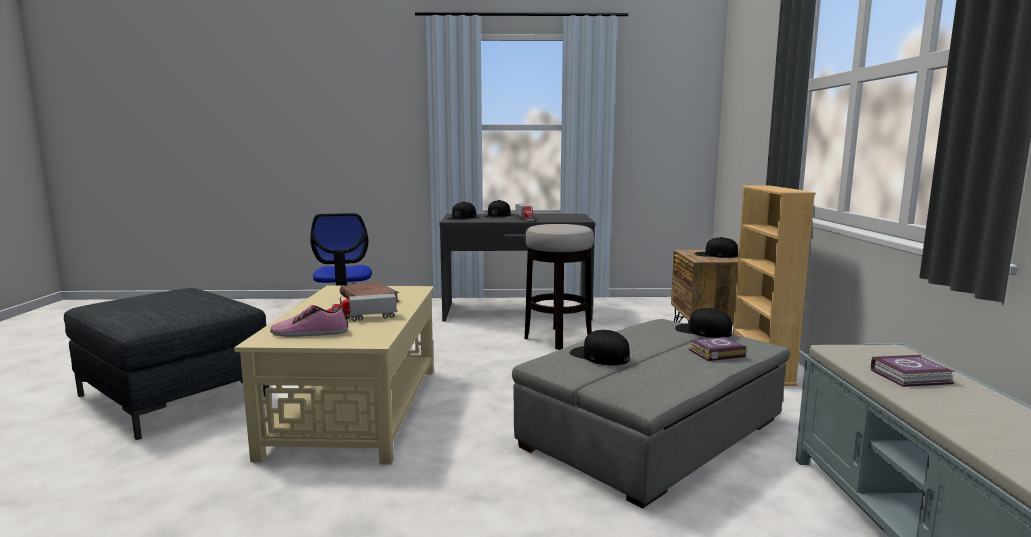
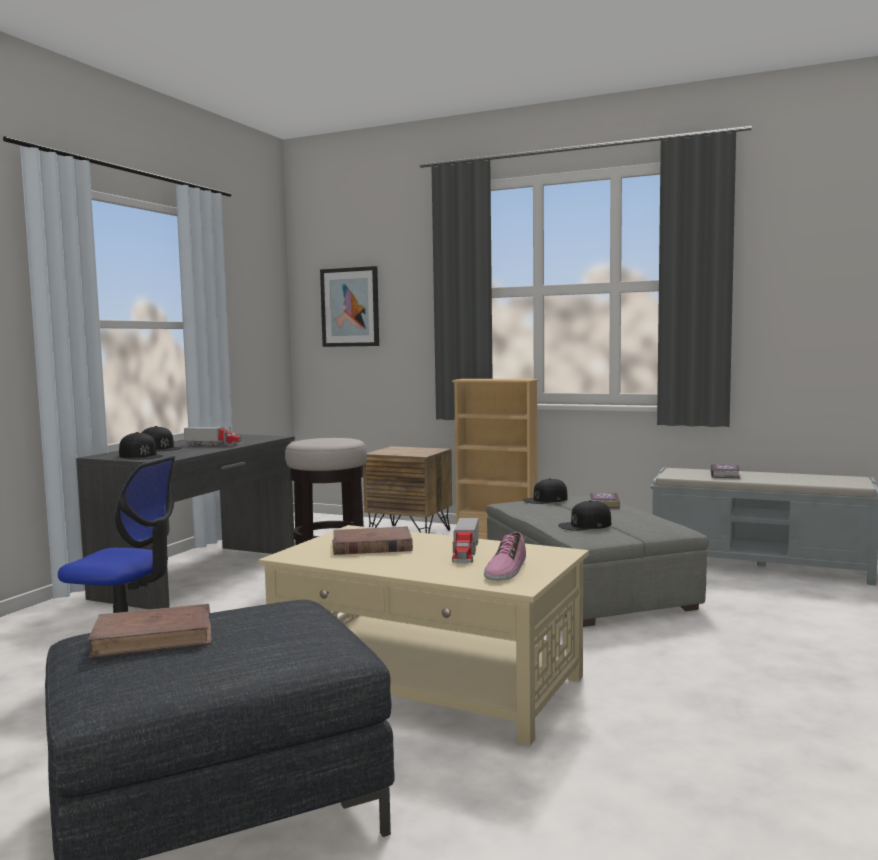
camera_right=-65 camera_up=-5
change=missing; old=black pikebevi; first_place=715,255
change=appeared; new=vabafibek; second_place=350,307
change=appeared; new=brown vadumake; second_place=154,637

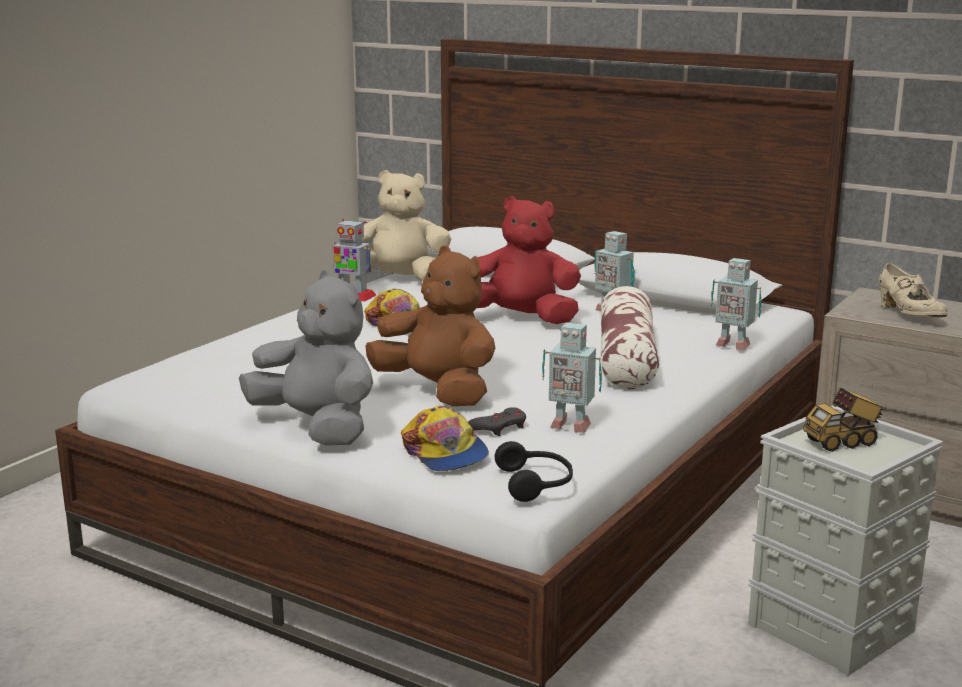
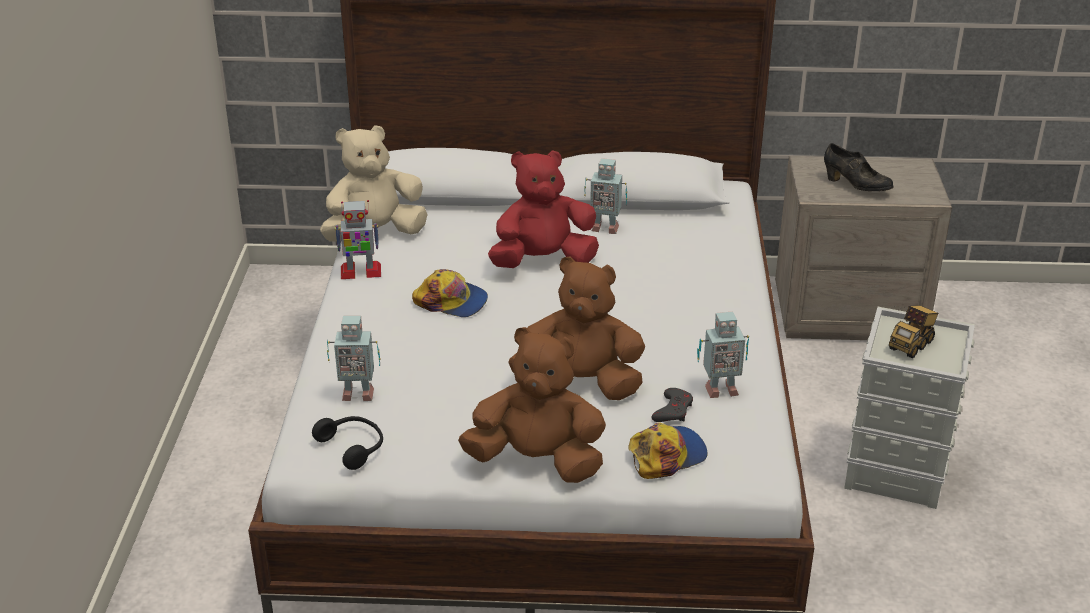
camera_right=-30 camera_up=15
change=relocated; old=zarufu; first_place=732,344; second_place=357,393
change=colour; old=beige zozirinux; new=black zozirinux; first_place=909,315; second_place=855,186
change=colour; old=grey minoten; new=brown minoten; first_place=317,428; second_place=537,461
change=missing; old=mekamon; first_place=626,358
change=spun; old=pikebevi; first_place=445,453; second_place=666,455; degrees=-60
change=relocated; old=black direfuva; first_place=536,483; second_place=353,447

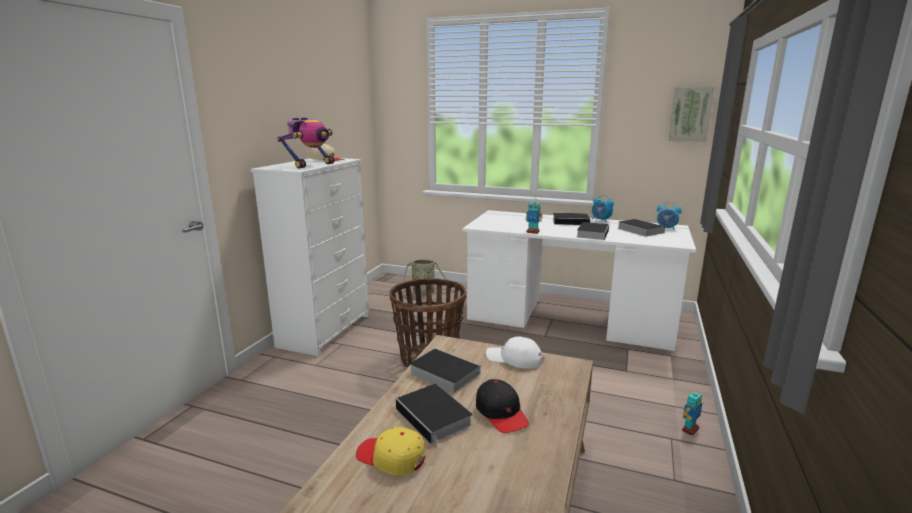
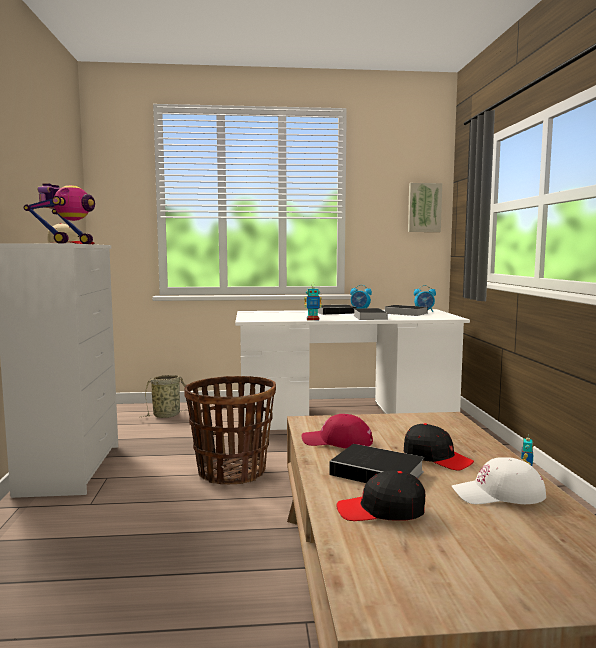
camera_right=-25 camera_up=-10
change=relocated; old=white pikebevi; first_place=514,358; second_place=498,494
change=exchanged; old=vadumake; new=red pikebevi; first_place=442,373; second_place=337,442
change=colour; old=yellow pikebevi; new=black pikebevi; first_place=391,457; second_place=381,510

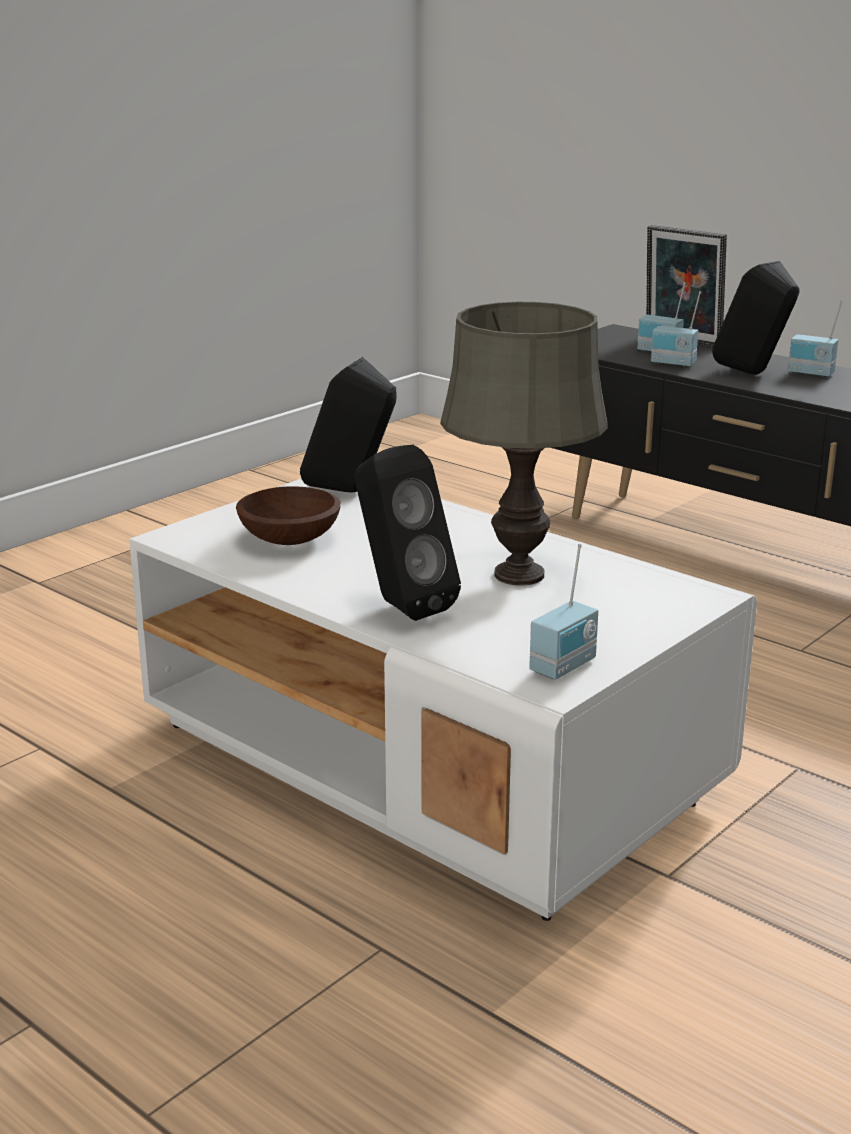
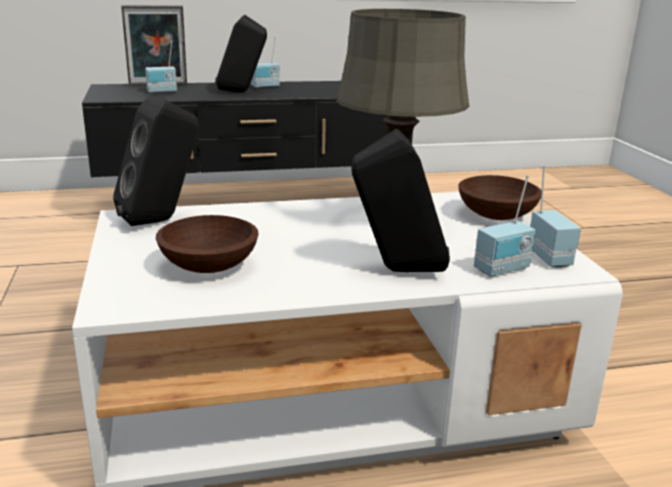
camera_right=-55 camera_up=0
change=relocated; old=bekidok; first_place=672,364; second_place=503,270
change=appeared; new=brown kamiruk; second_place=497,216

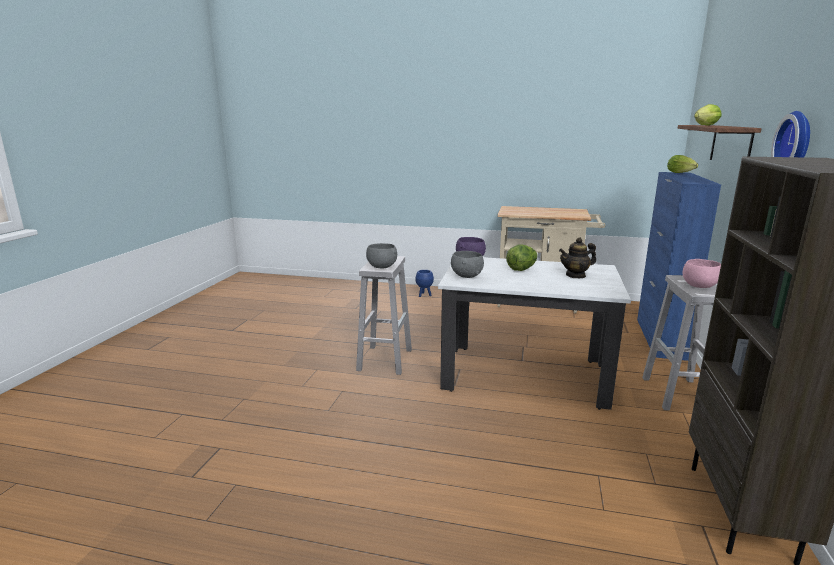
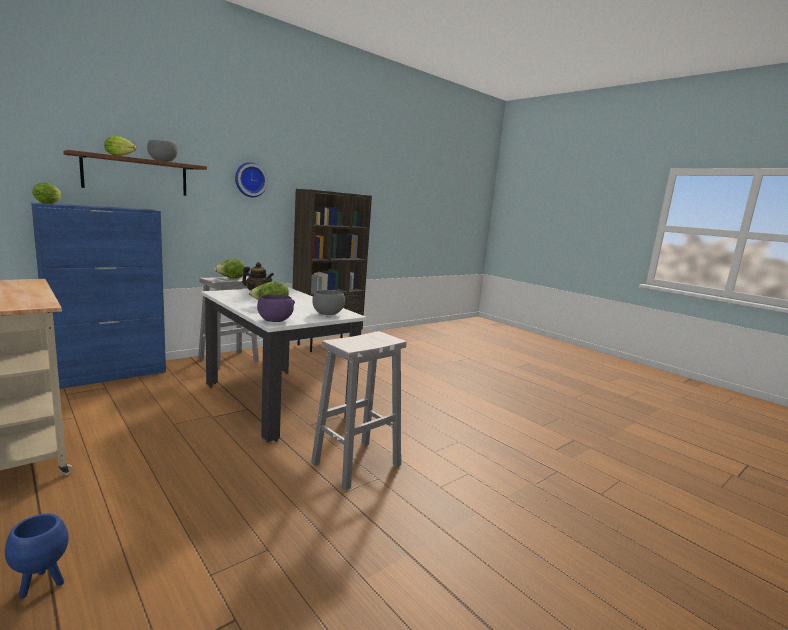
camera_right=-145 camera_up=-5
change=relocated; old=grey kamiruk; first_place=381,267; second_place=162,161
change=exchanged; old=pink kamiruk; new=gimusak; first_place=699,286; second_place=230,278

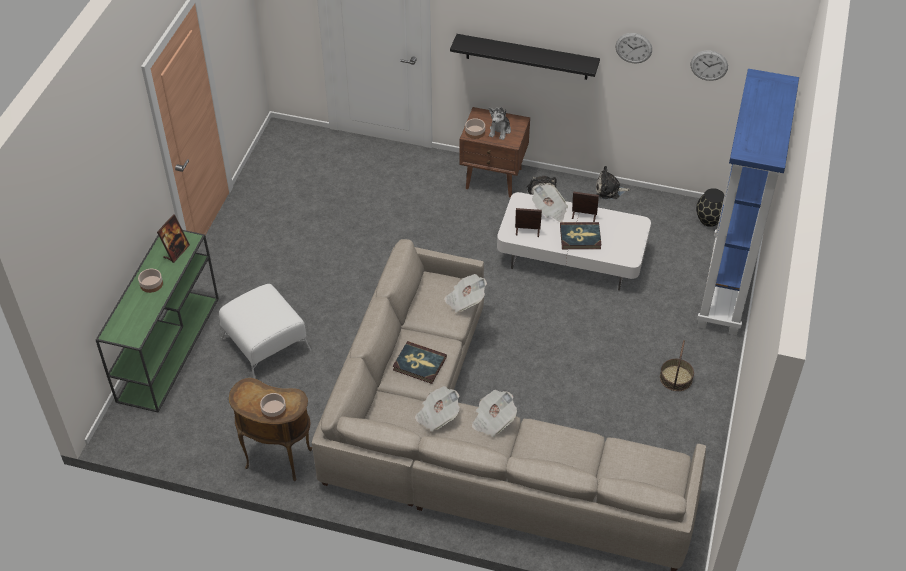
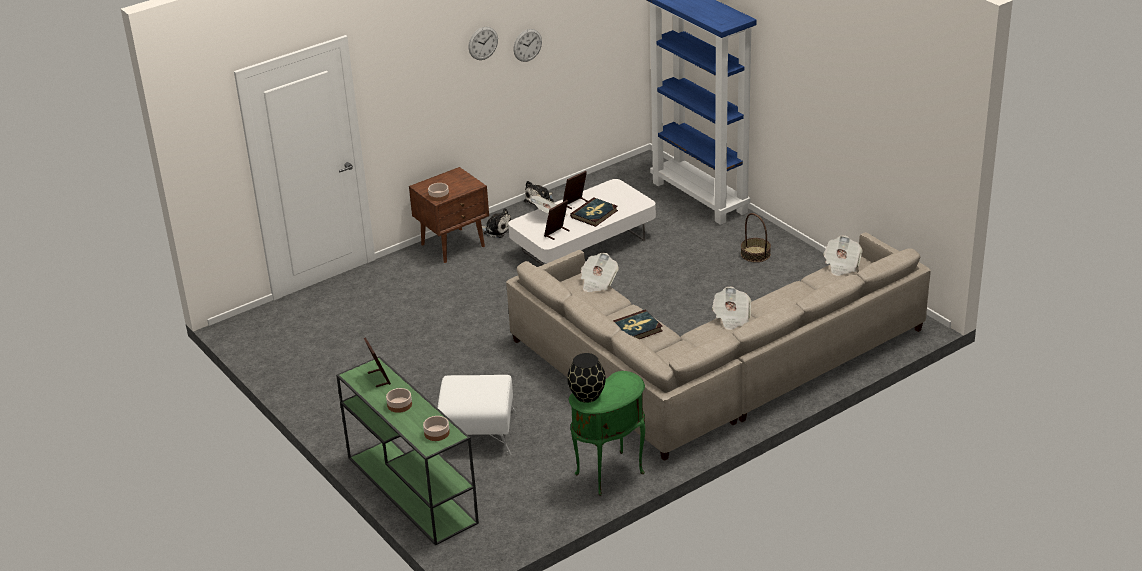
camera_right=-50 camera_up=-15
change=missing; old=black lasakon; first_place=527,57
change=relocated; old=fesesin; first_place=709,65; second_place=483,43
change=missing; old=minoten; first_place=500,131
change=relocated; old=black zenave; first_place=709,220; second_place=587,395
change=colour; old=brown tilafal; new=green tilafal; first_place=277,460; second_place=611,475
change=relocated; old=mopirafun; first_place=437,416; second_place=841,265
change=relocated; old=kamiruk; first_place=274,410; second_place=437,433

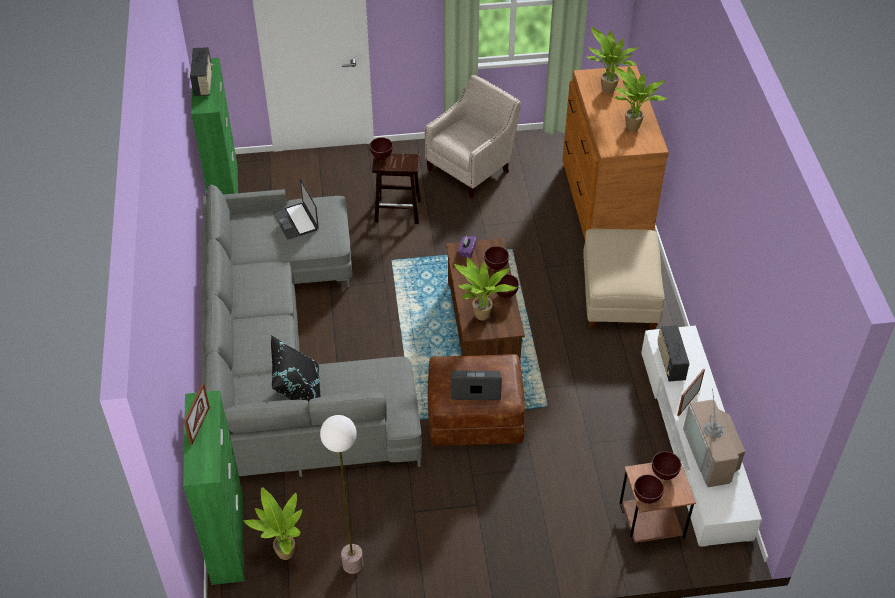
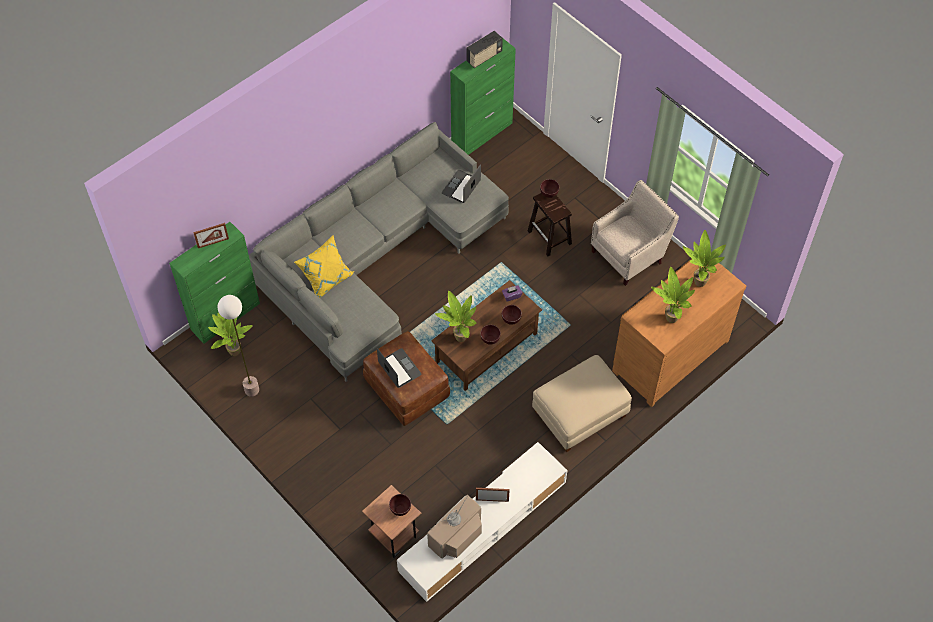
camera_right=55 camera_up=10
change=spun; old=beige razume; first_place=472,168; second_place=630,254; degrees=-45
change=missing; old=bekidok; first_place=670,362
change=colour; old=black mekamon; new=yellow mekamon; first_place=298,392; second_place=326,279
change=missing; old=brown kamiruk; first_place=646,499

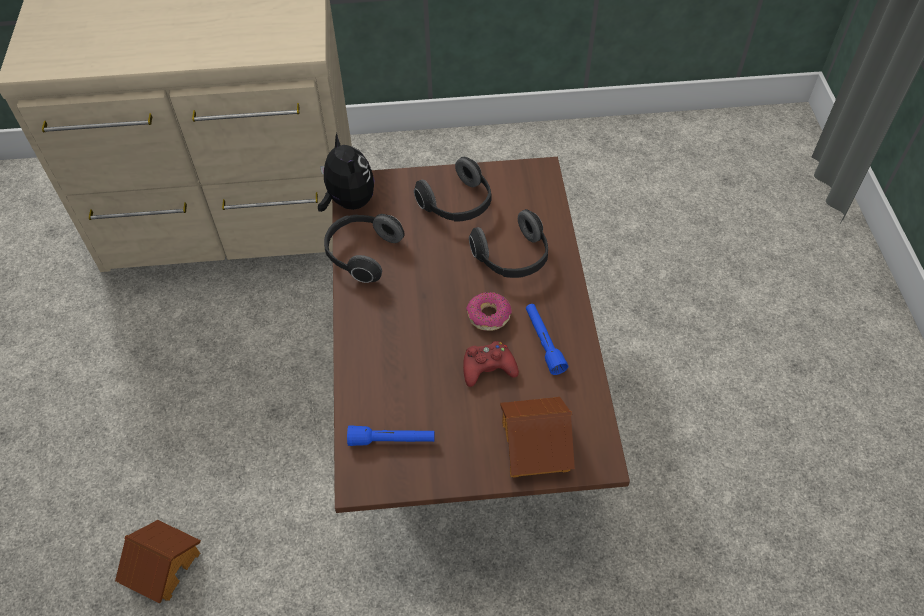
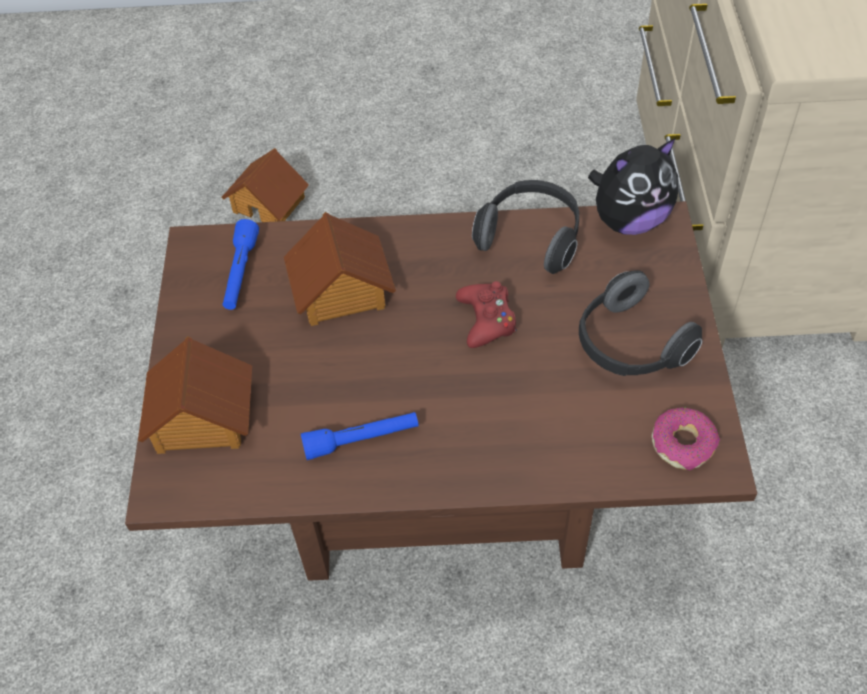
camera_right=95 camera_up=0
change=missing; old=direfuva; first_place=512,258
change=relocated; old=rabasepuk; first_place=488,316; second_place=683,444
change=relocated; old=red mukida; first_place=488,367; second_place=487,320
change=appeared; new=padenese; second_place=341,291

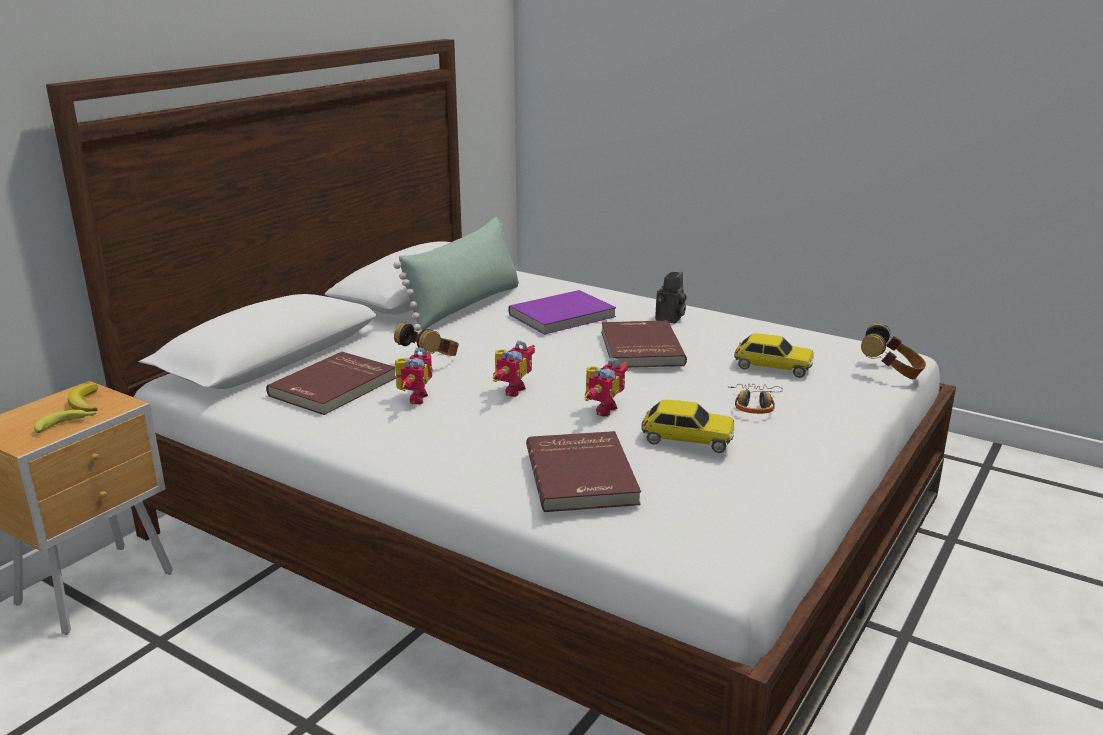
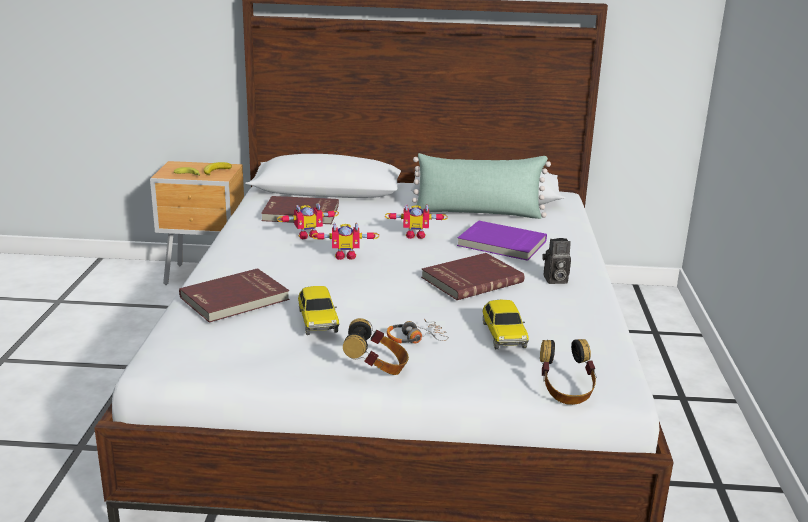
camera_right=60 camera_up=0
change=relocated; old=direfuva; first_place=431,362; second_place=377,369
change=relocated; old=zarufu; first_place=601,409; second_place=415,235

